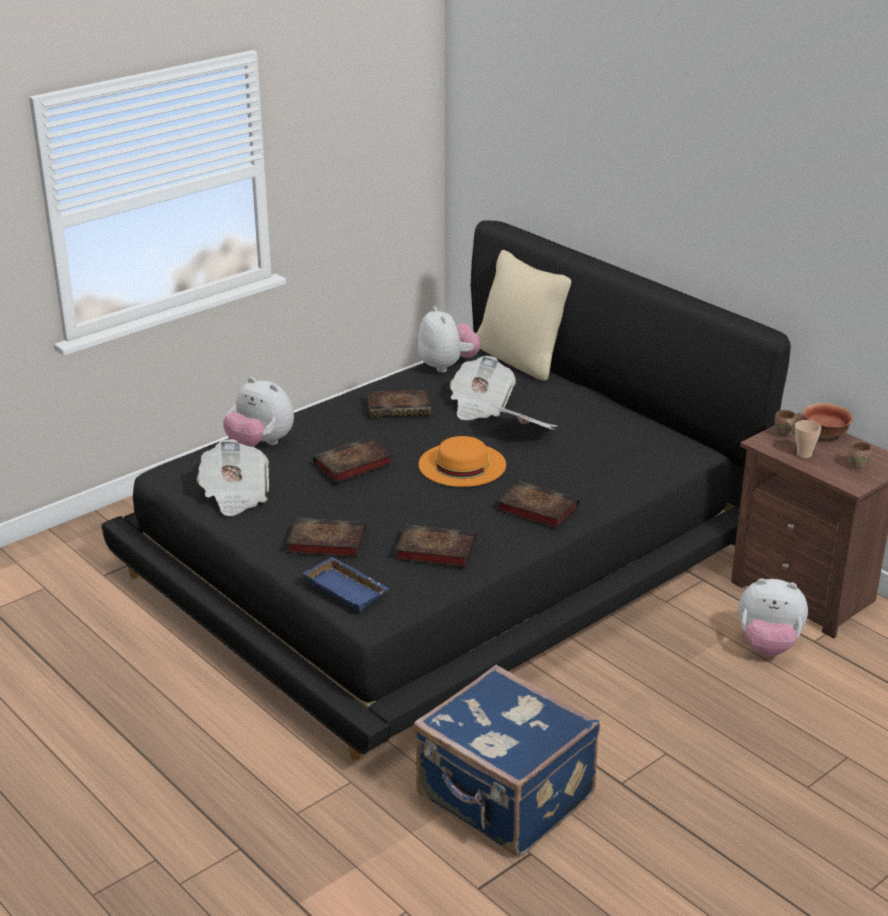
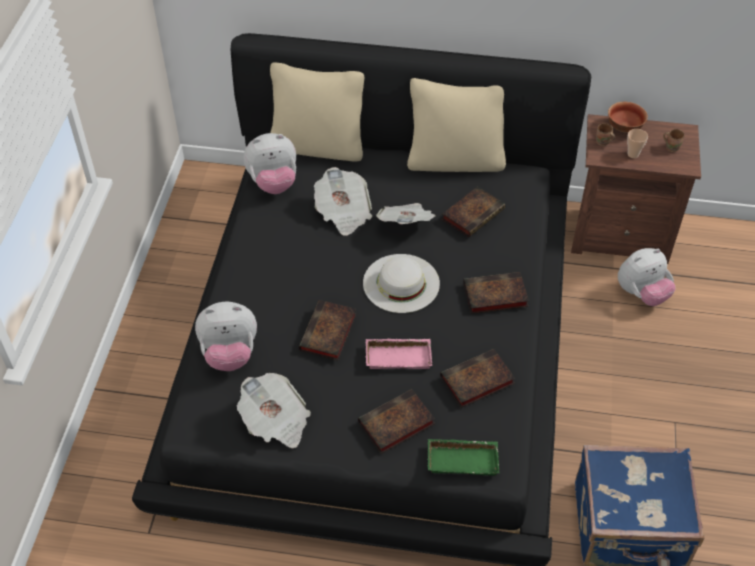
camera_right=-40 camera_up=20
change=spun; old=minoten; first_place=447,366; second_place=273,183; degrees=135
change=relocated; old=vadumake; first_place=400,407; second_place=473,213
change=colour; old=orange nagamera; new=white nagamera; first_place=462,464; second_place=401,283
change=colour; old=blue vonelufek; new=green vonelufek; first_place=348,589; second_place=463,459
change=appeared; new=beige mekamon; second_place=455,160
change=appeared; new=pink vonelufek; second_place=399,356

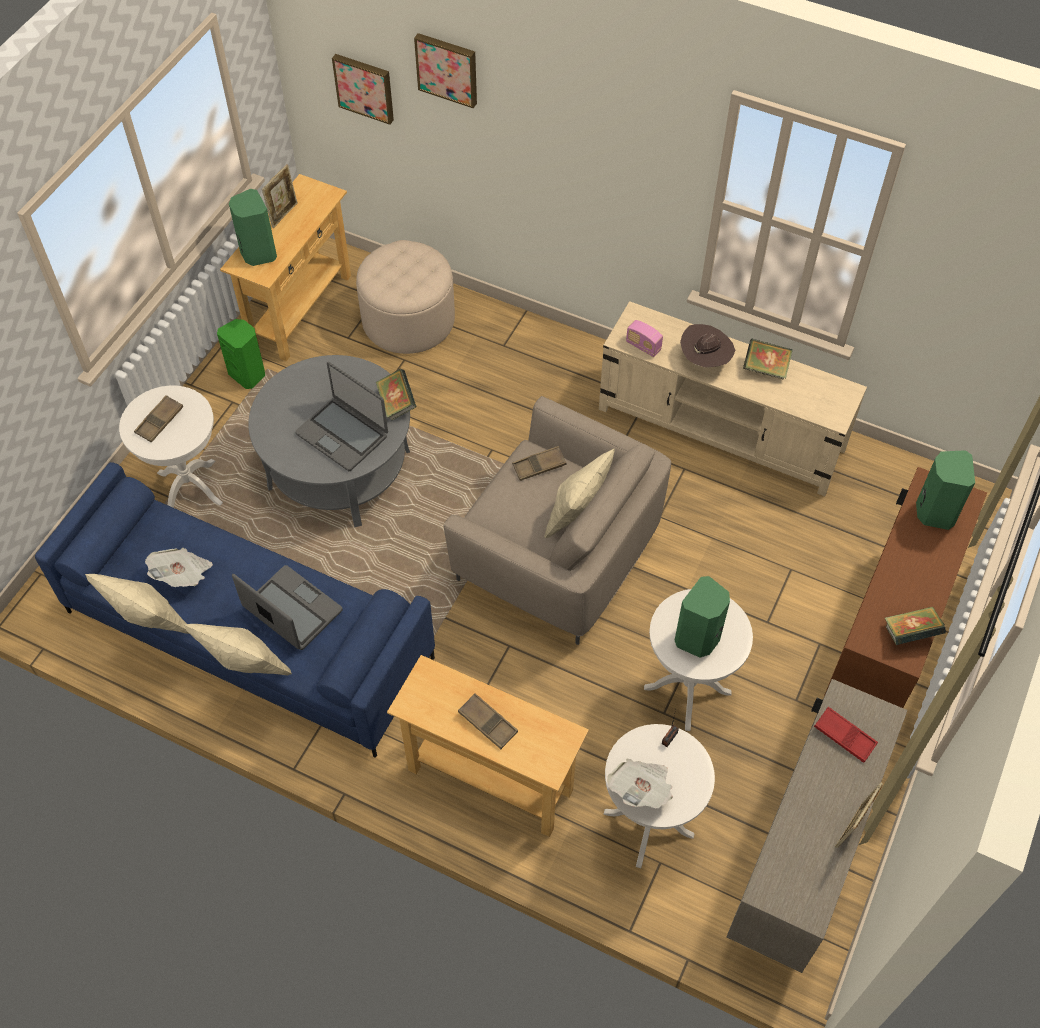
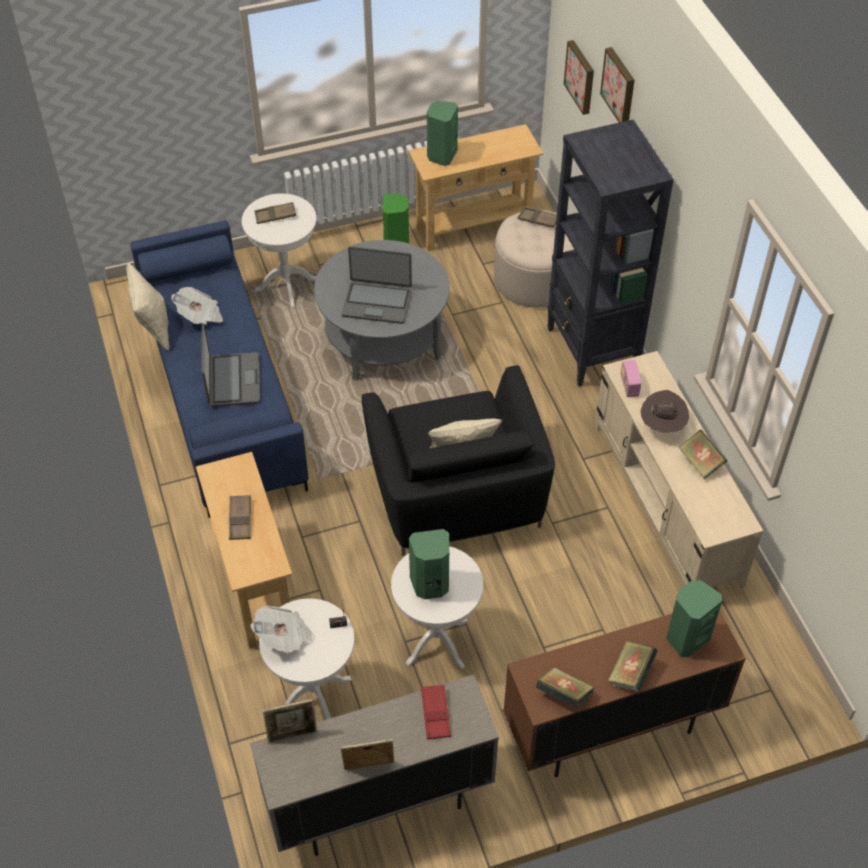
camera_right=45 camera_up=-5
change=relocated; old=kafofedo; first_place=283,214; second_place=292,735
change=spun; old=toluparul; first_place=343,434; second_place=377,302; degrees=-75
change=relocated; old=vadumake; first_place=397,403; second_place=631,673
change=colour; old=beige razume; new=black razume; first_place=557,554; second_place=455,492
change=relocated; old=brown vonelufek; first_place=539,466; second_place=538,219
change=missing; old=beige mekamon; first_place=246,669
change=appeared; new=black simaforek; second_place=592,350

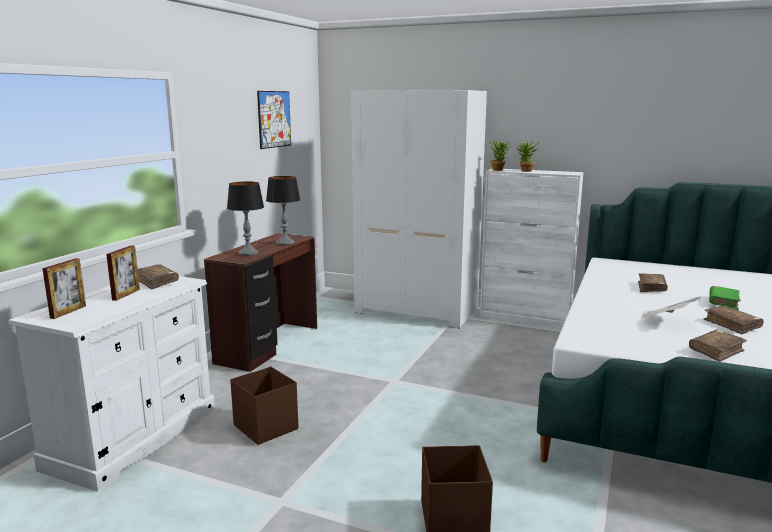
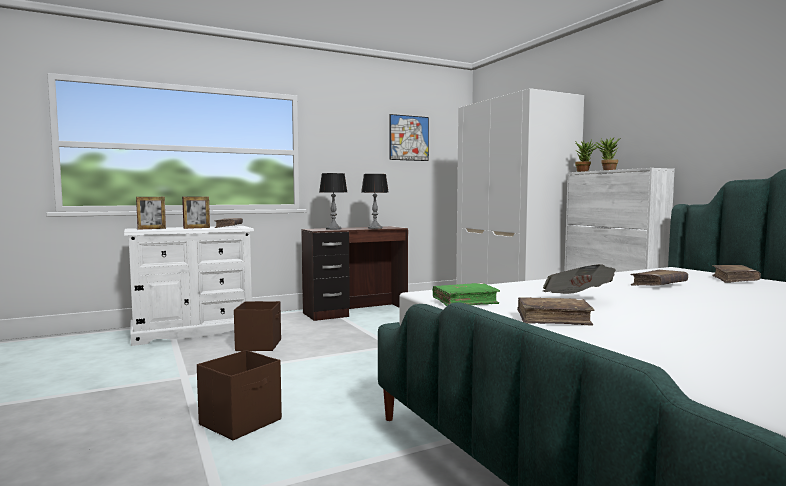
camera_right=40 camera_up=-10
change=relocated; old=green vadumake; first_place=723,303; second_place=465,302
change=relocated; old=brown vadumake; first_place=732,325; second_place=734,280

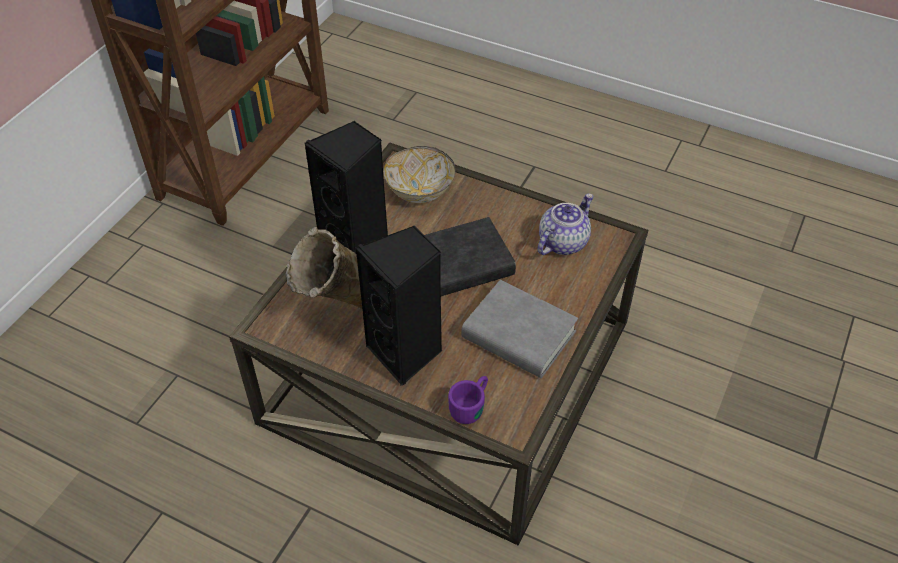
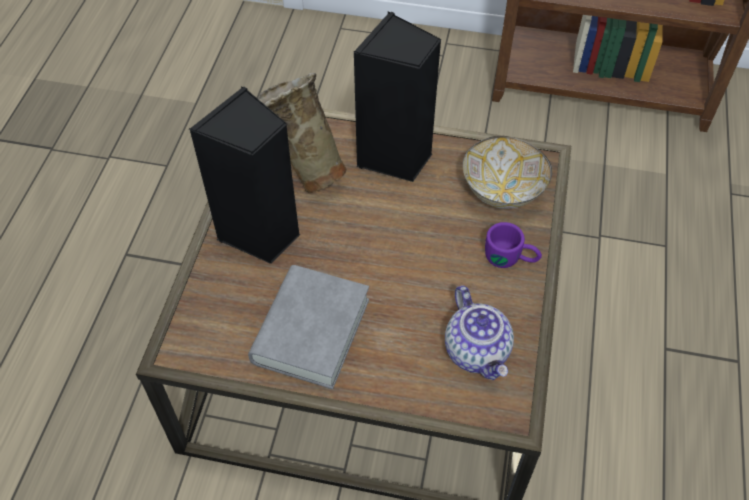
camera_right=75 camera_up=5
change=spun; old=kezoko; first_place=562,242; second_place=477,351; degrees=45
change=missing; old=black vadumake; first_place=462,264
change=relocated; old=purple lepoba; first_place=471,405; second_place=511,258

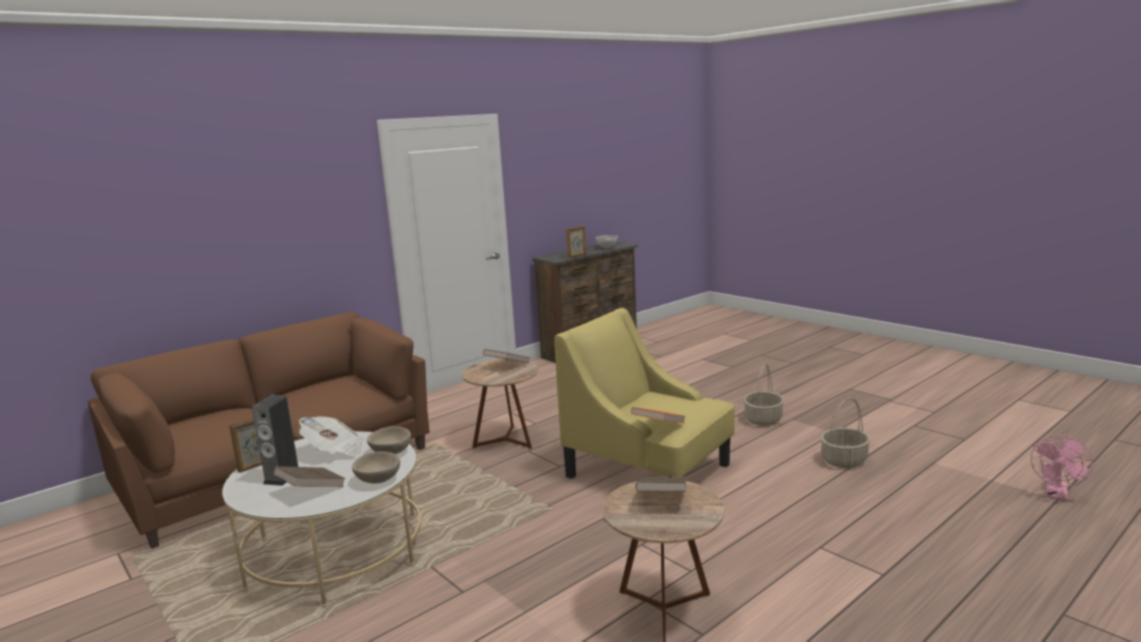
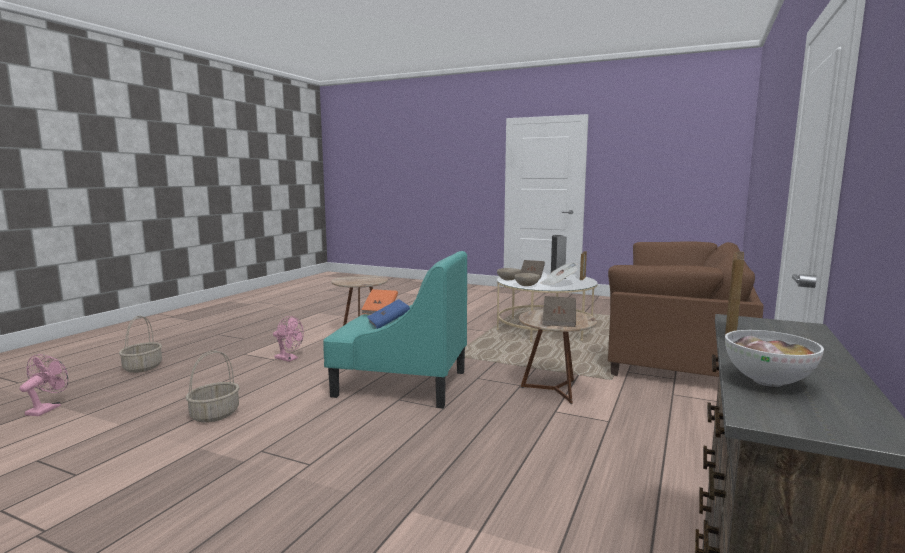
camera_right=155 camera_up=-5
change=colour; old=yellow razume; new=turquoise razume; first_place=648,470; second_place=400,384
change=relocated; old=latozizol; first_place=763,419; second_place=142,367
change=missing; old=brown vadumake; first_place=662,499
change=appeared; new=blue vadumake; second_place=388,324
change=appeared; new=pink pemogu; second_place=289,359

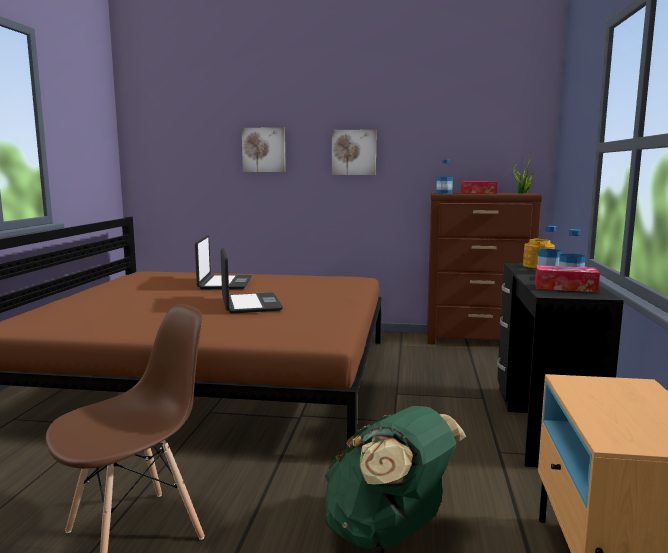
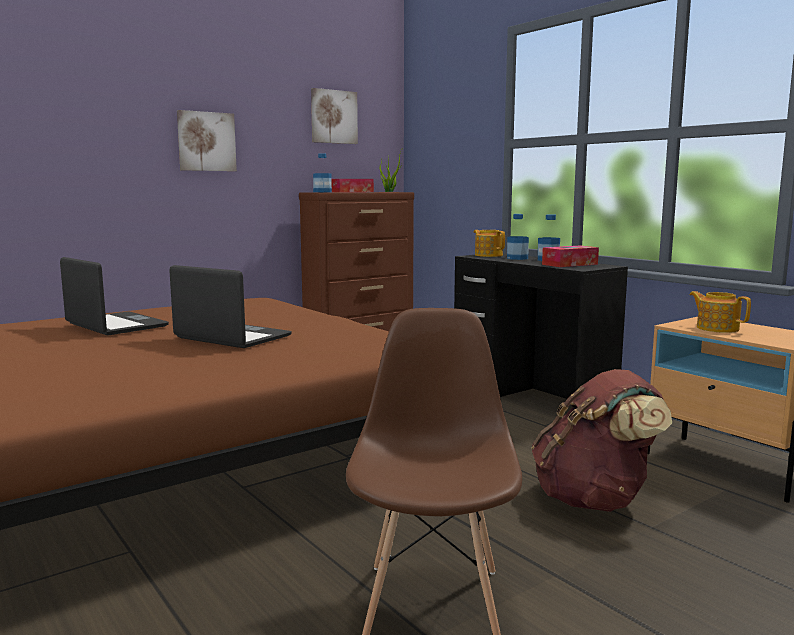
camera_right=-45 camera_up=0
change=relocated; old=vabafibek; first_place=264,150; second_place=333,117
change=colour; old=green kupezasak; new=brown kupezasak; first_place=388,533; second_place=594,500
change=appeared; new=kezoko; second_place=717,328

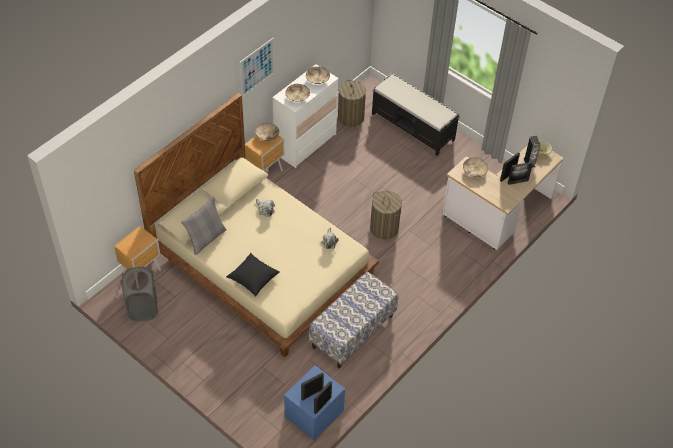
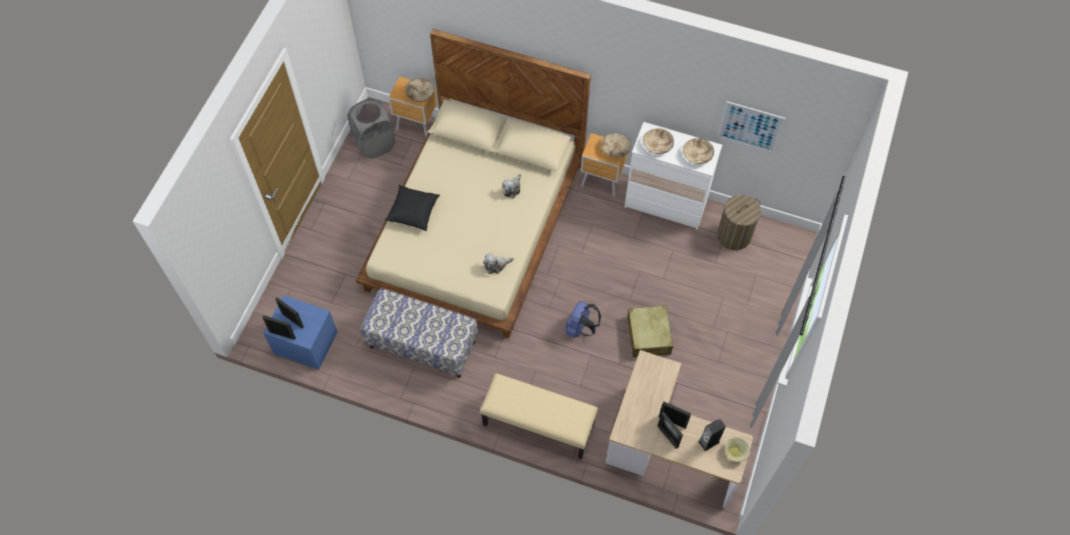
camera_right=70 camera_up=10
change=relocated; old=vabafibek; first_place=257,67; second_place=750,127
change=missing; old=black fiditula; first_place=413,127
change=relocated; old=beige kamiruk; first_place=474,171; second_place=420,94
change=exchanged; old=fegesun; new=blue kupezasak; first_place=384,228; second_place=580,328
change=missing; old=grey mekamon; first_place=206,238
change=appeared; new=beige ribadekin; second_place=648,335
change=appeared; new=beige fiditula; second_place=538,425

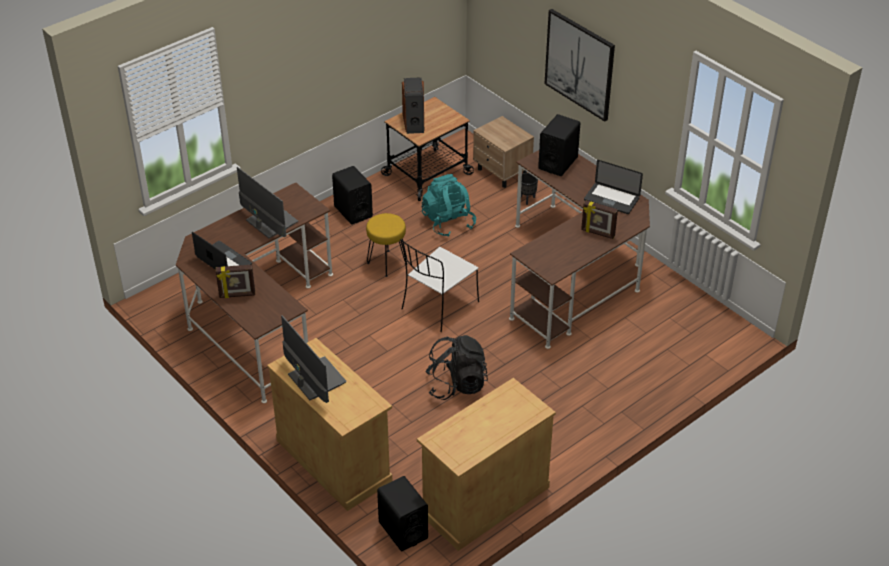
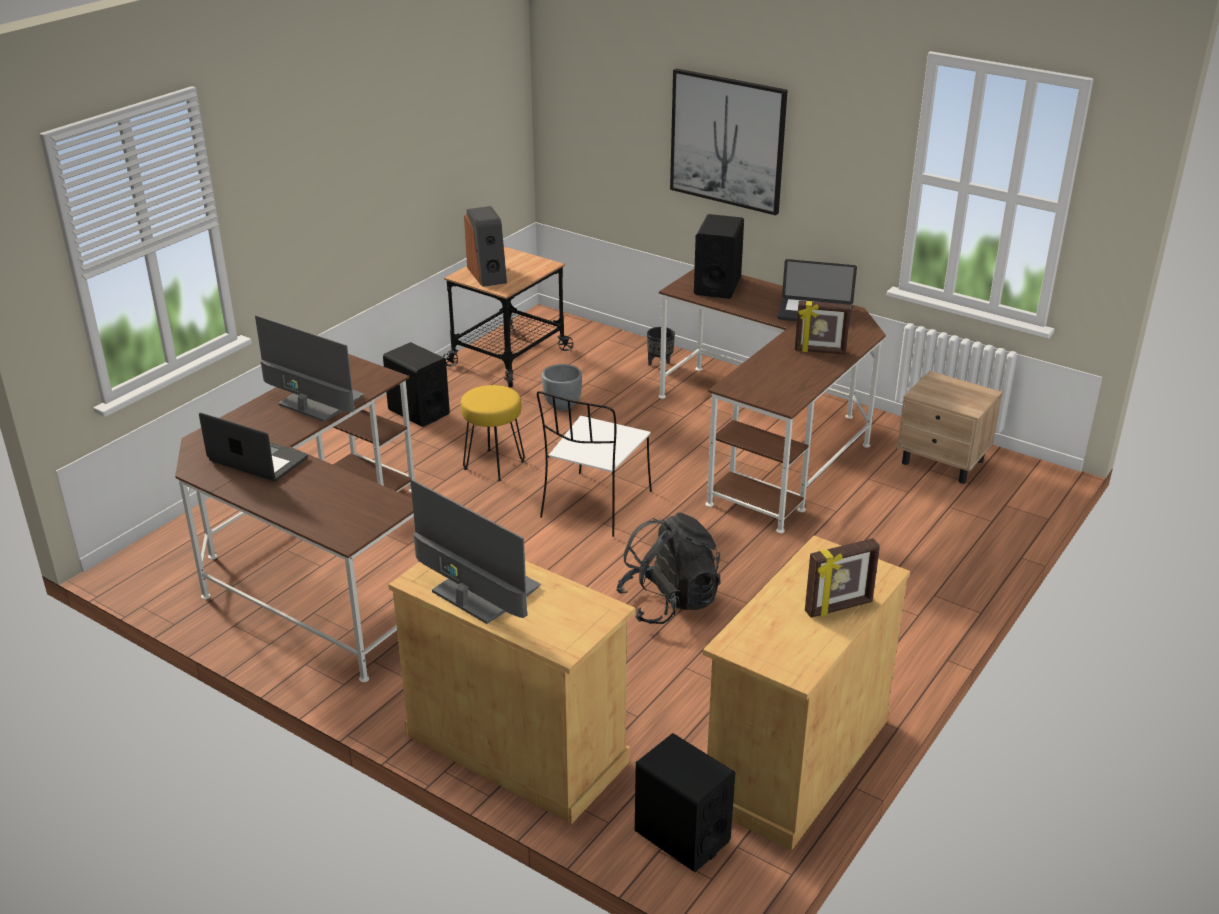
camera_right=-15 camera_up=-10
change=relocated; old=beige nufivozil; first_place=502,172; second_place=943,462
change=exchanged; old=turquoise kupezasak; new=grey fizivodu; first_place=448,222; second_place=562,405
change=relocated; old=kafofedo; first_place=237,295; second_place=839,607

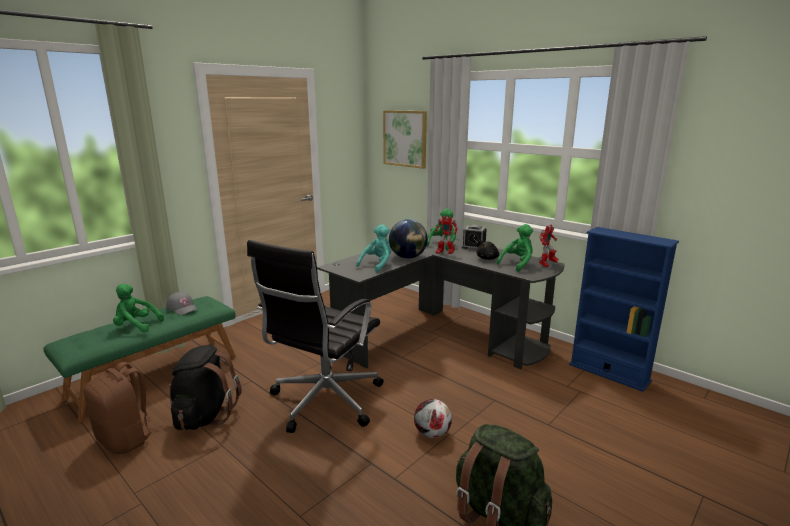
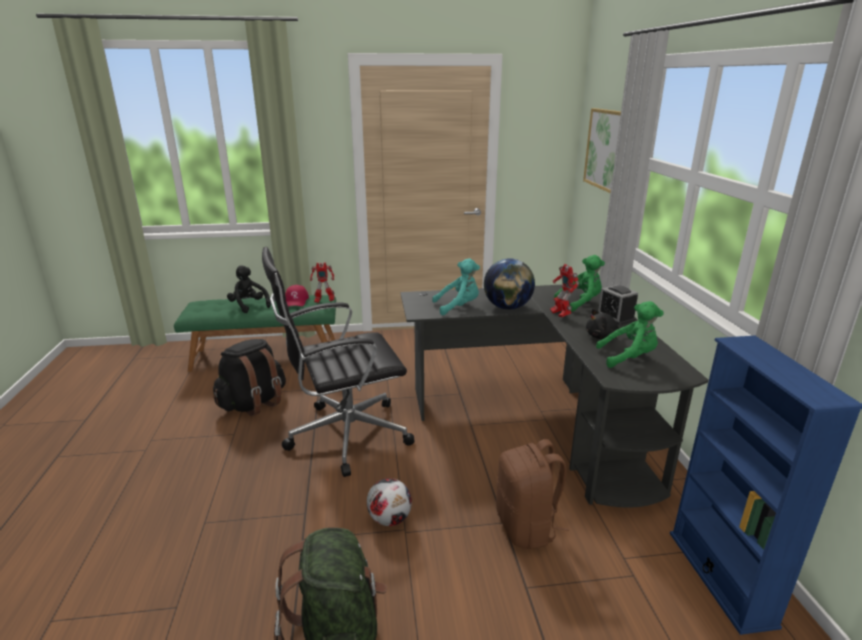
camera_right=40 camera_up=5
change=relocated; old=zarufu; first_place=547,264; second_place=324,301
change=colour; old=green minoten; new=black minoten; first_place=136,326; second_place=249,306
change=colour; old=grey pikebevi; new=red pikebevi; first_place=182,308; second_place=296,300
change=relocated; old=brown kupezasak; first_place=126,439; second_place=527,527

